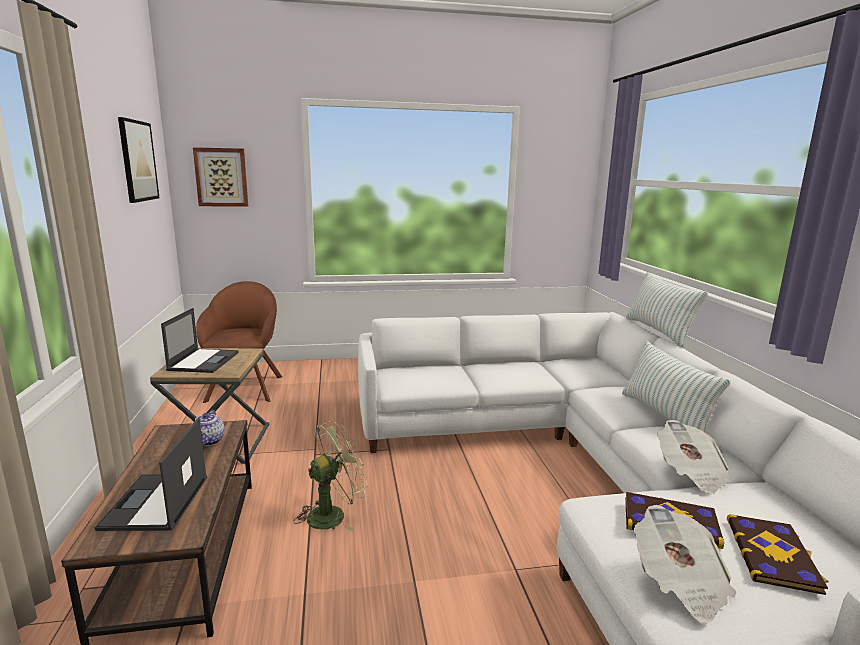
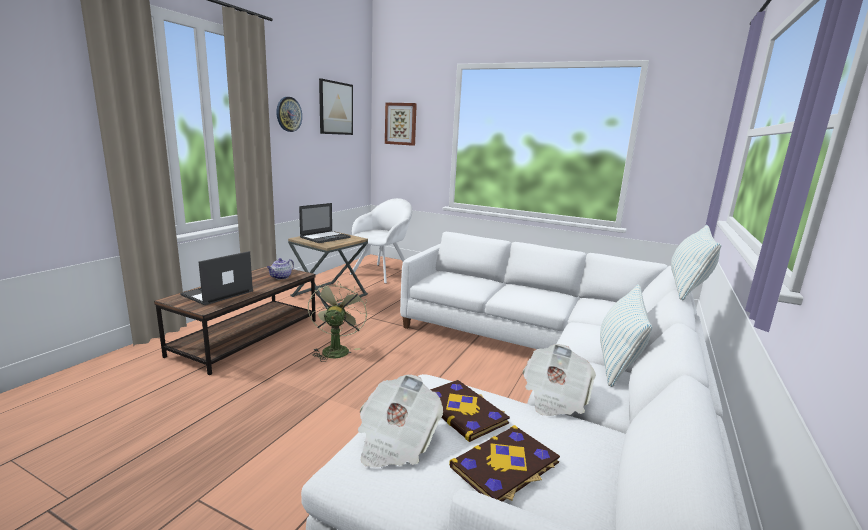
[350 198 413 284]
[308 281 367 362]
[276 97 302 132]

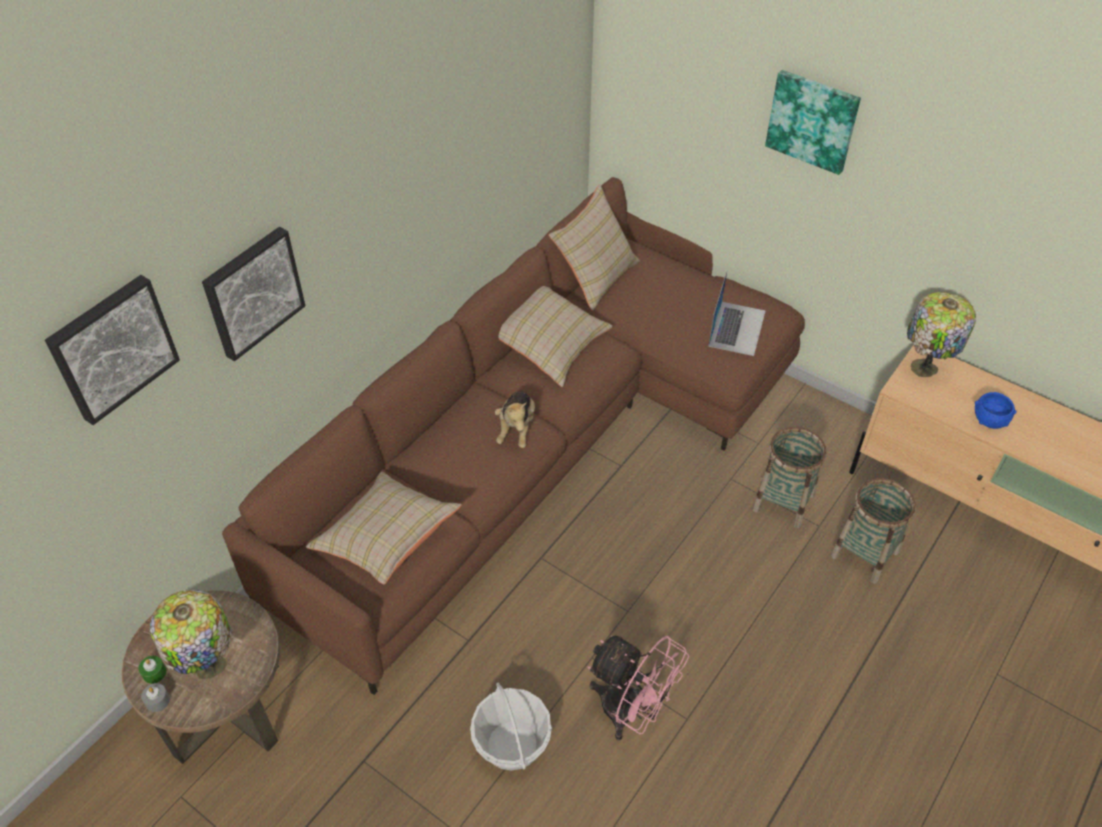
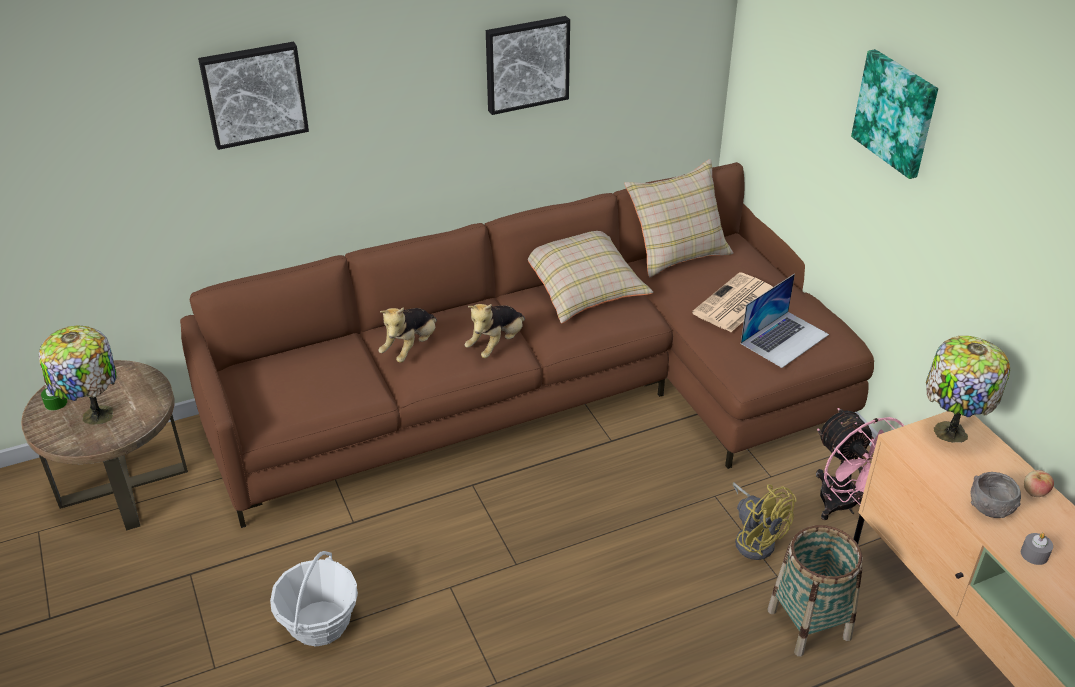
[486 16 570 115]
[1021 533 1053 565]
[306 472 462 584] (first image)
[816 408 904 520]
[732 482 797 560]
[970 472 1021 518]
[378 307 437 363]
[692 272 773 332]
[1024 470 1054 497]

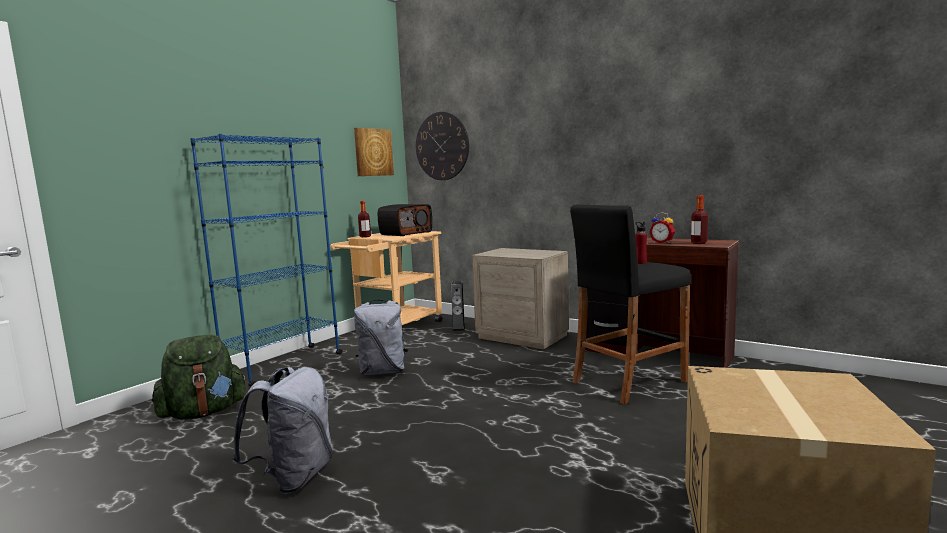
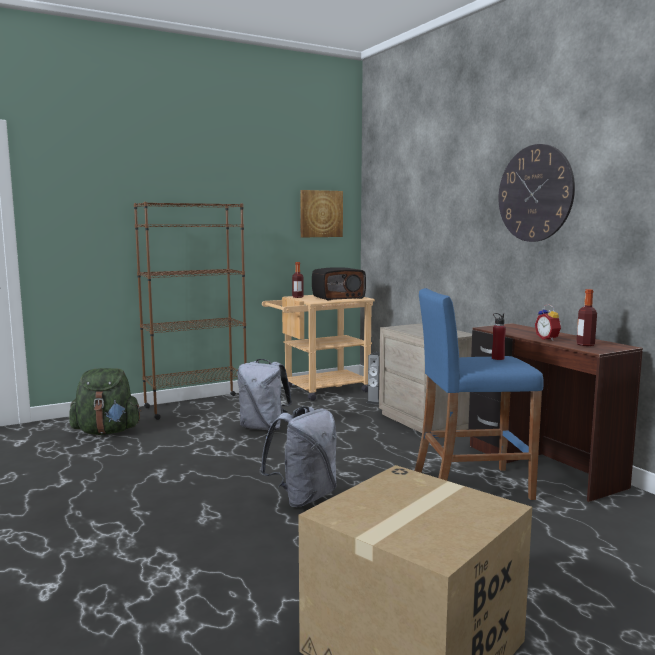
[134 202 247 420]
[260 406 337 507]
[498 144 575 242]
[415 288 544 500]

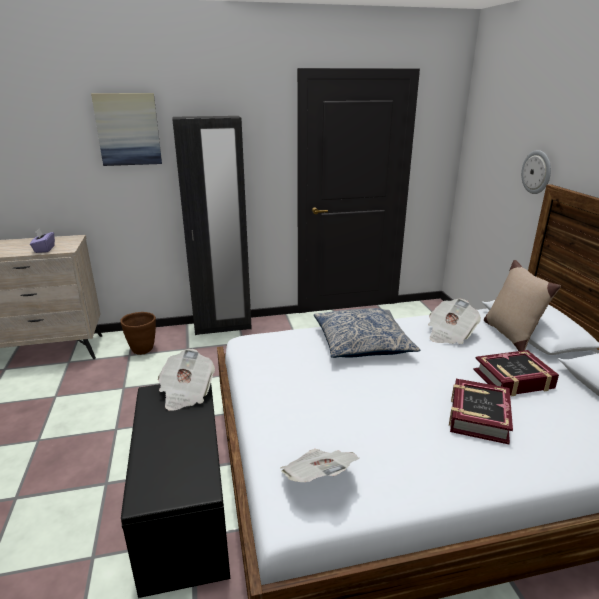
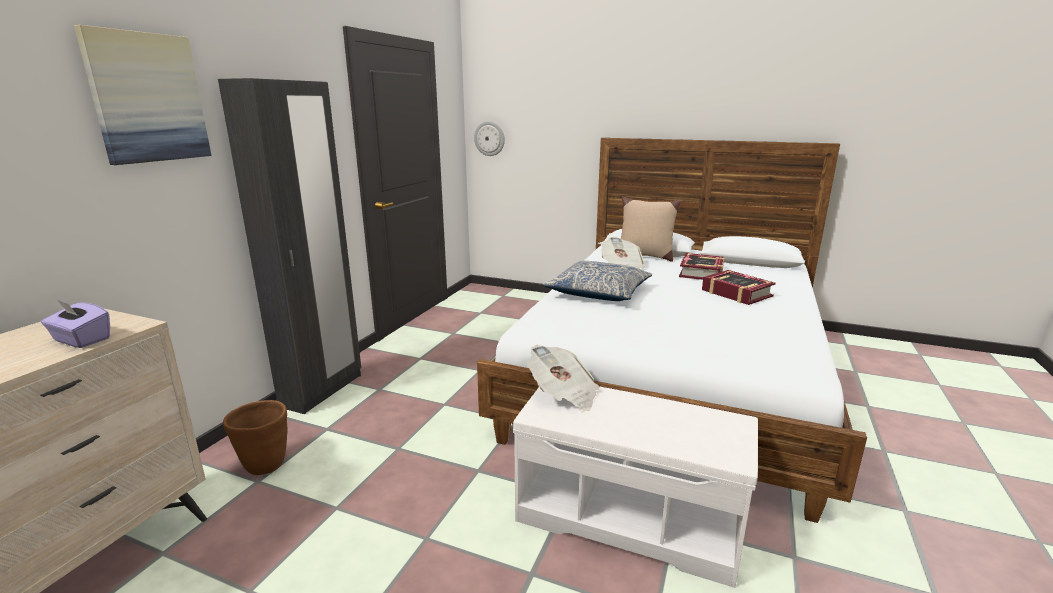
[513 386 758 588]
[280 449 359 482] (first image)
[474 121 505 156]

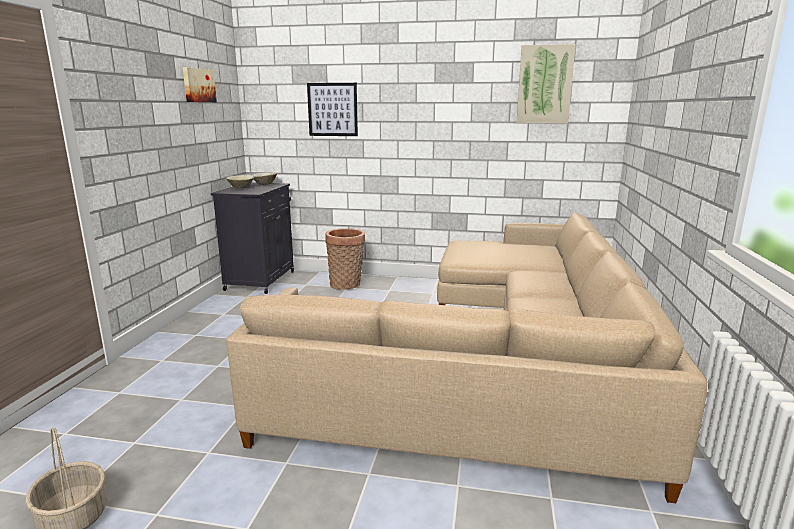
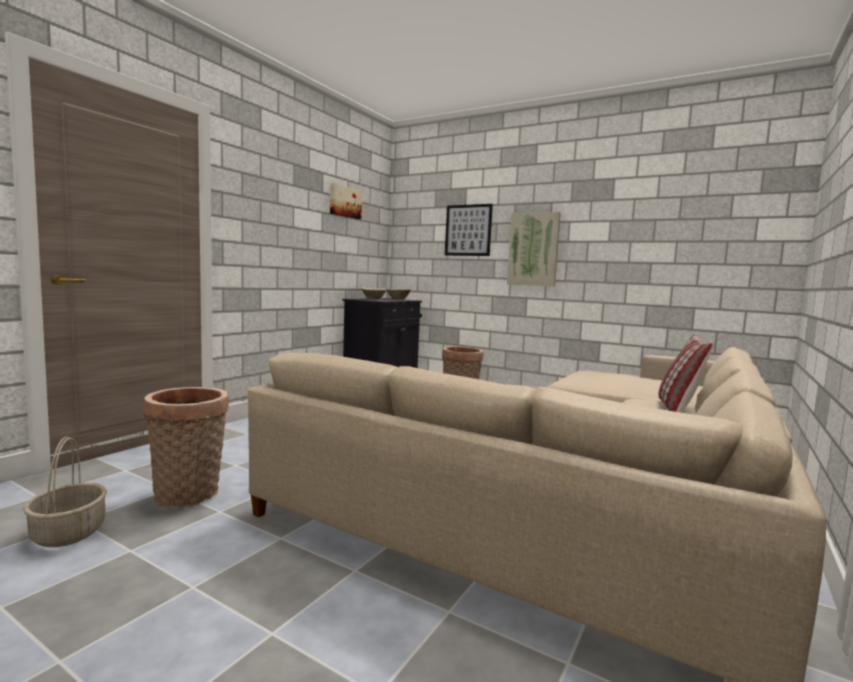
[507 212 561 286]
[144 387 229 508]
[658 335 714 413]

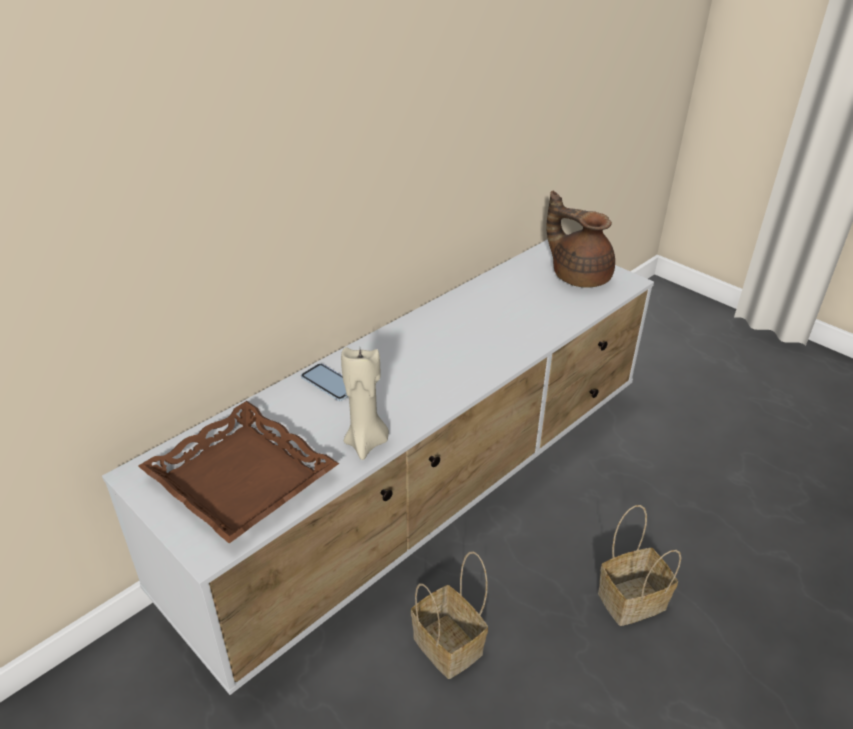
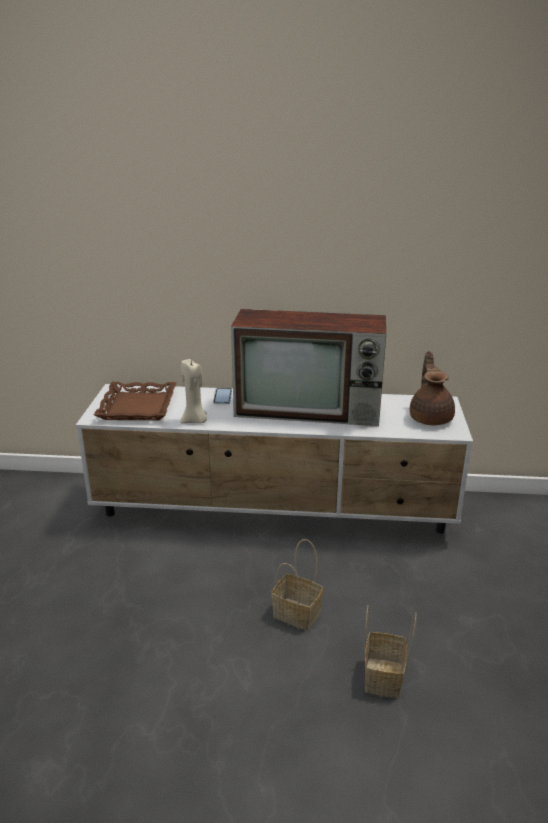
[364 605 416 698]
[231 309 386 426]

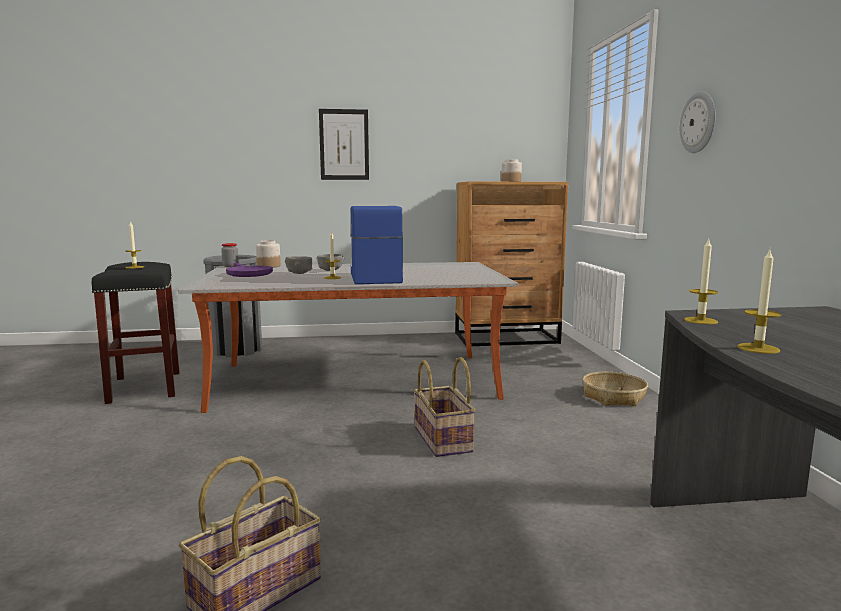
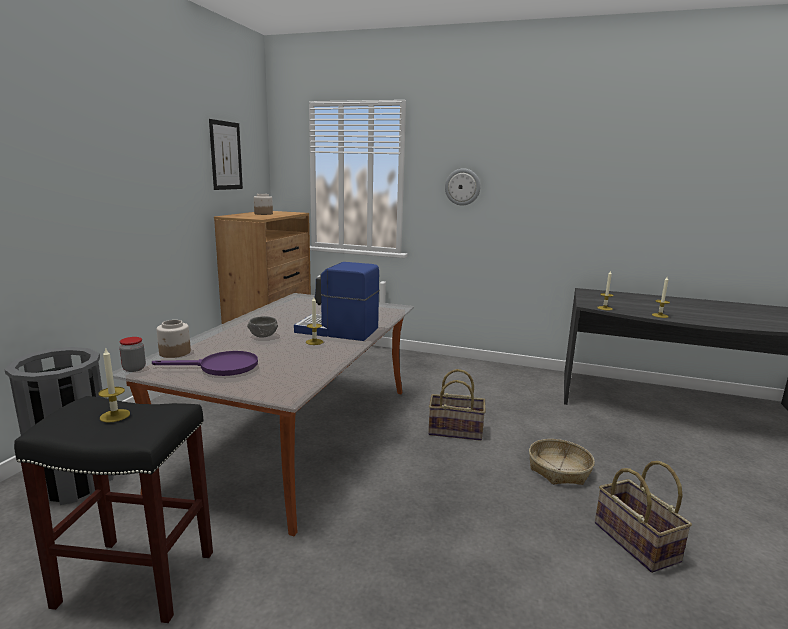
[285 256 313 274] (first image)
[209 119 243 190]
[529 439 595 485]

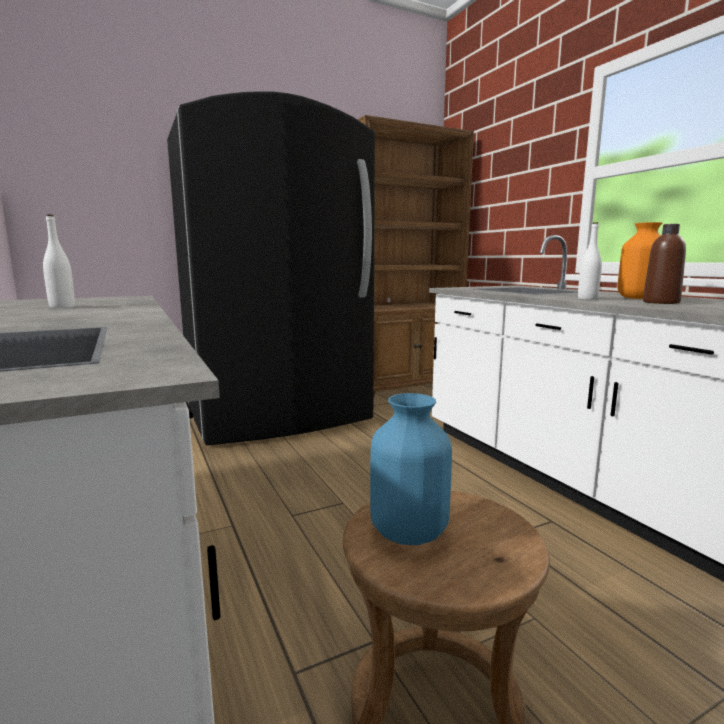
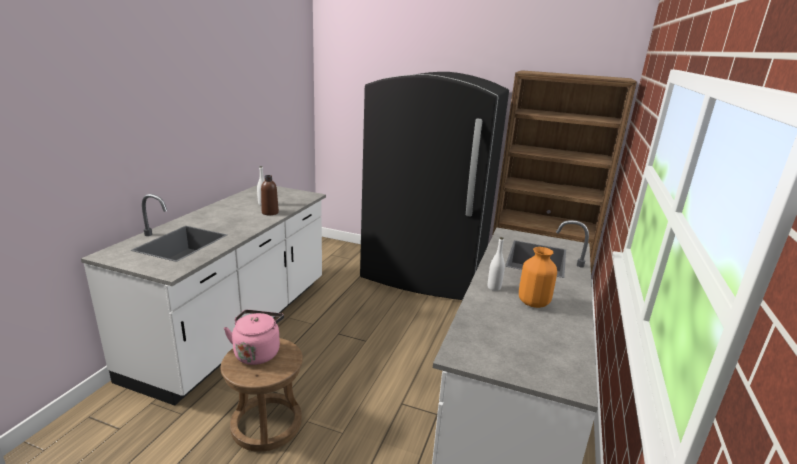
[224 310 284 365]
[261 175 279 215]

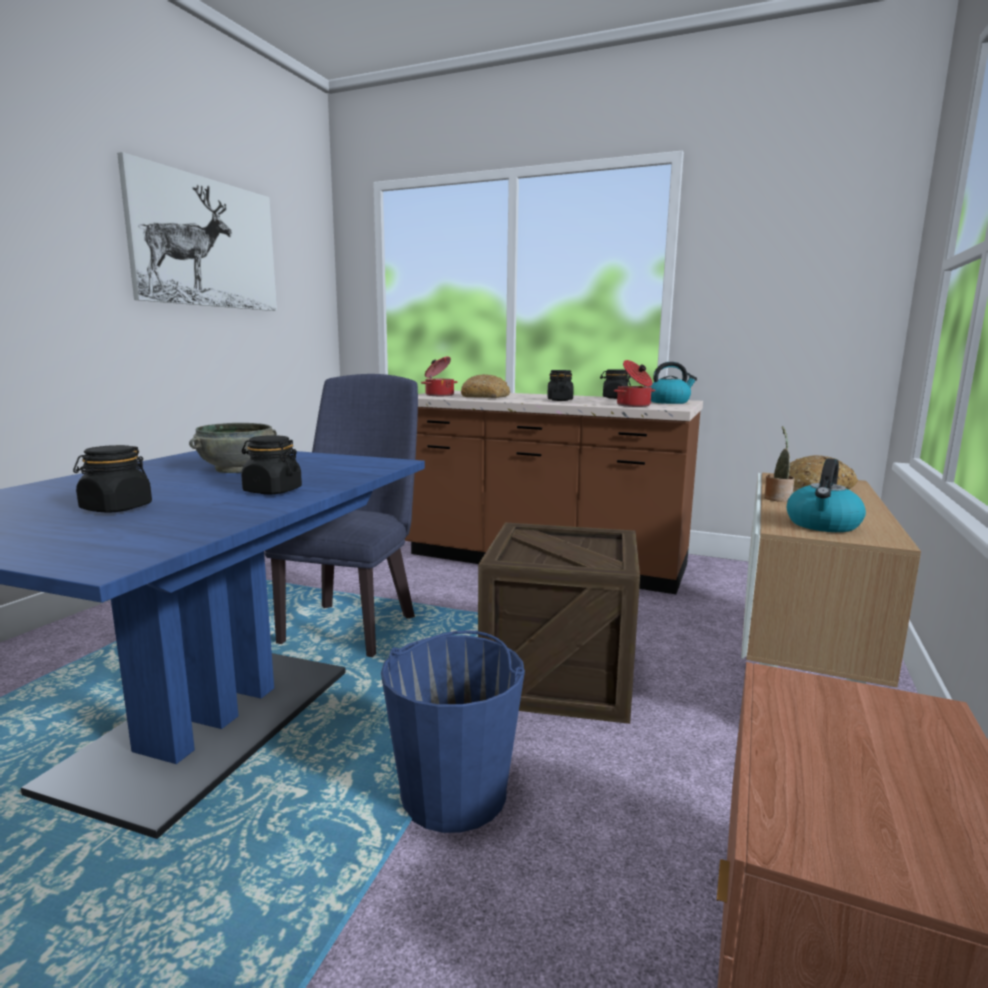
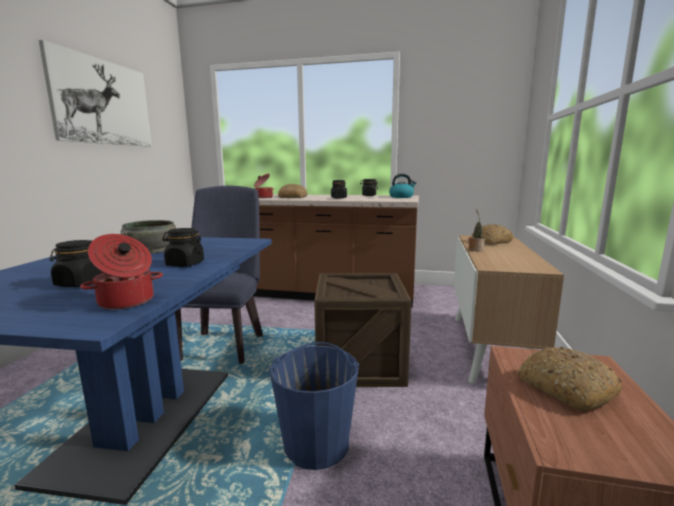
[80 234 163 310]
[787 458 866 532] (first image)
[518 347 622 410]

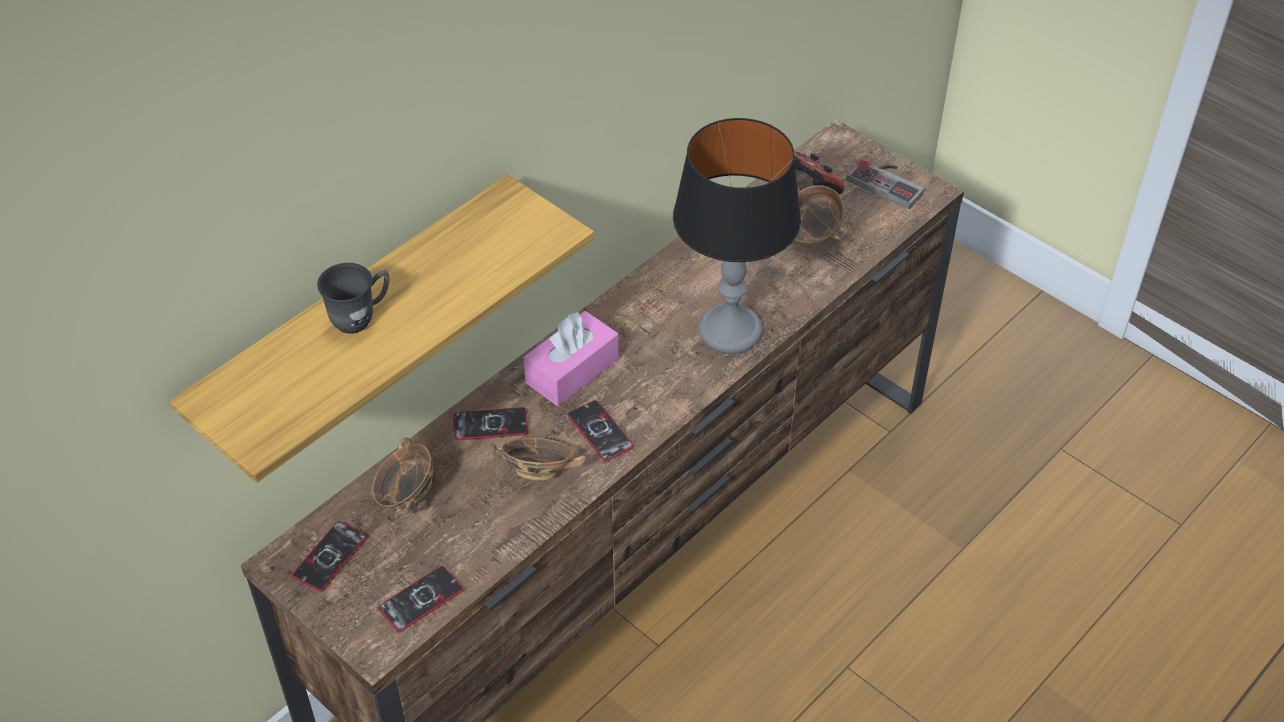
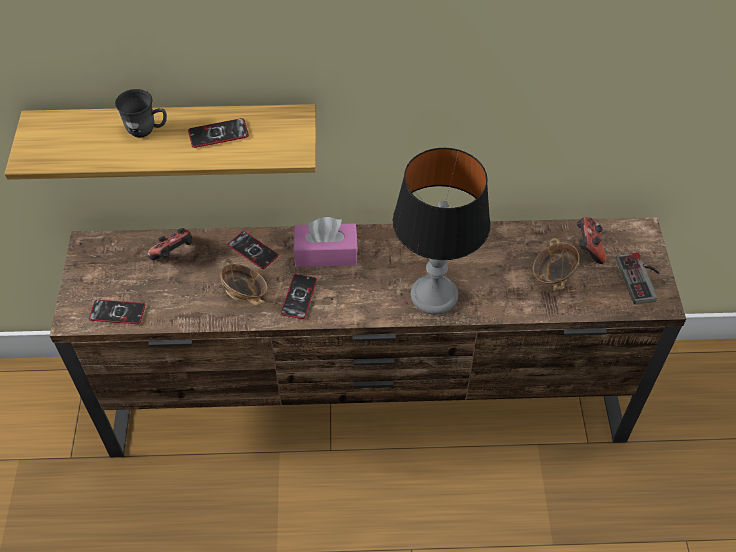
[188 118 249 148]
[147 228 192 260]

